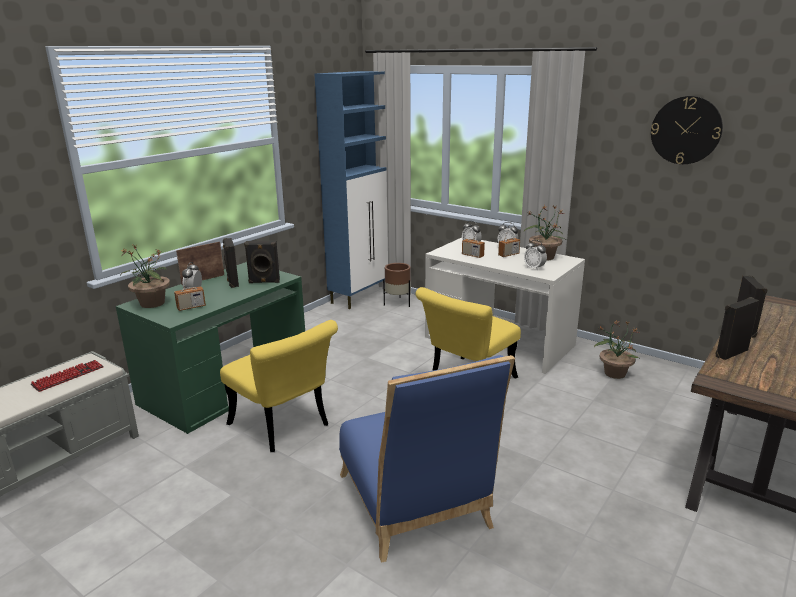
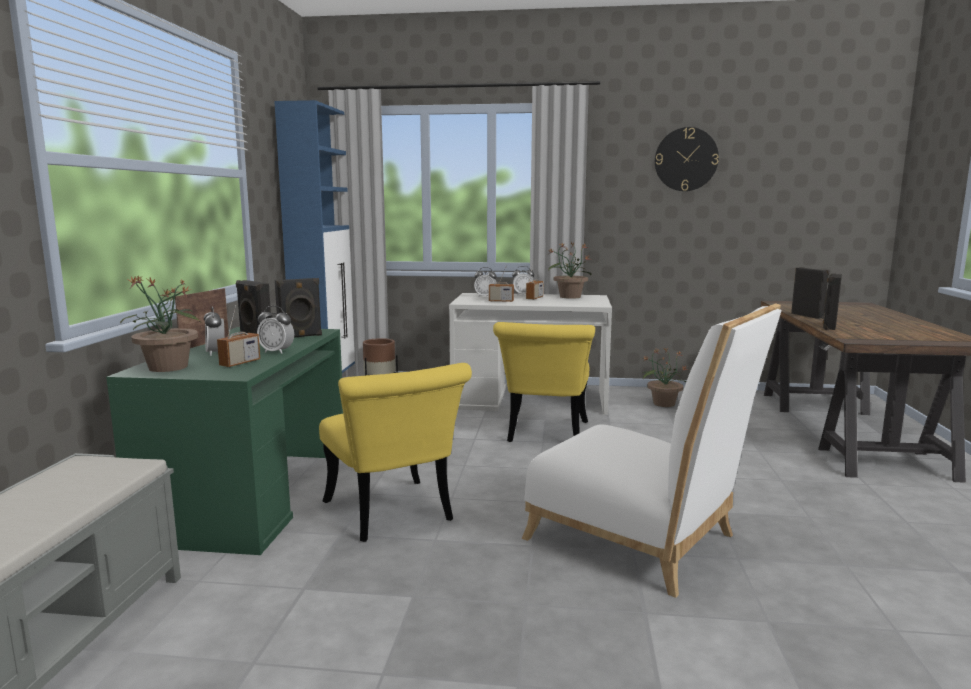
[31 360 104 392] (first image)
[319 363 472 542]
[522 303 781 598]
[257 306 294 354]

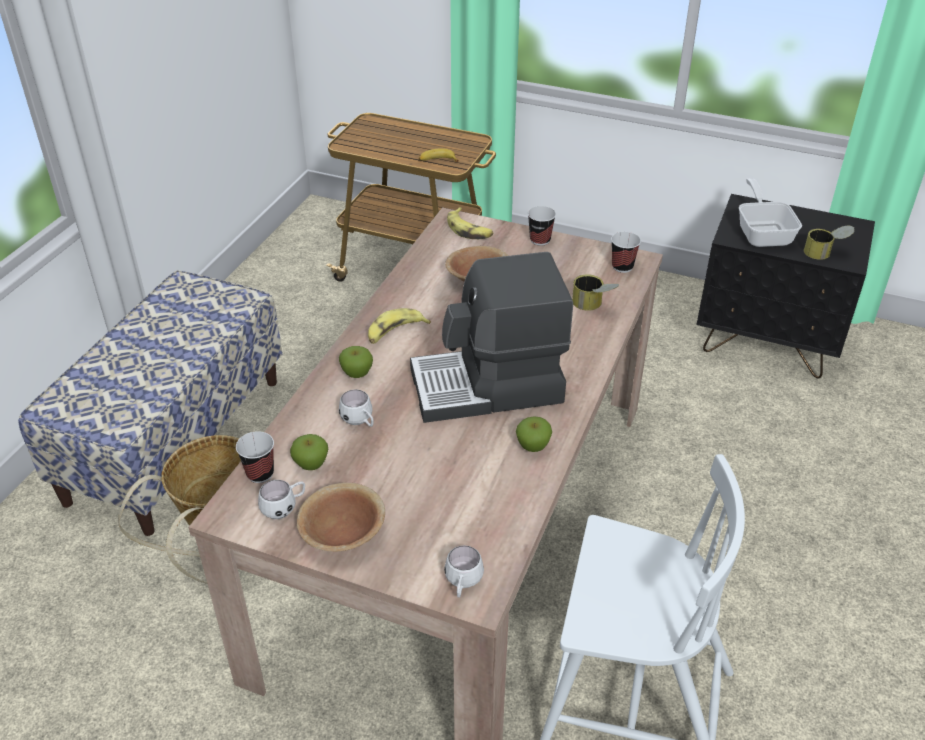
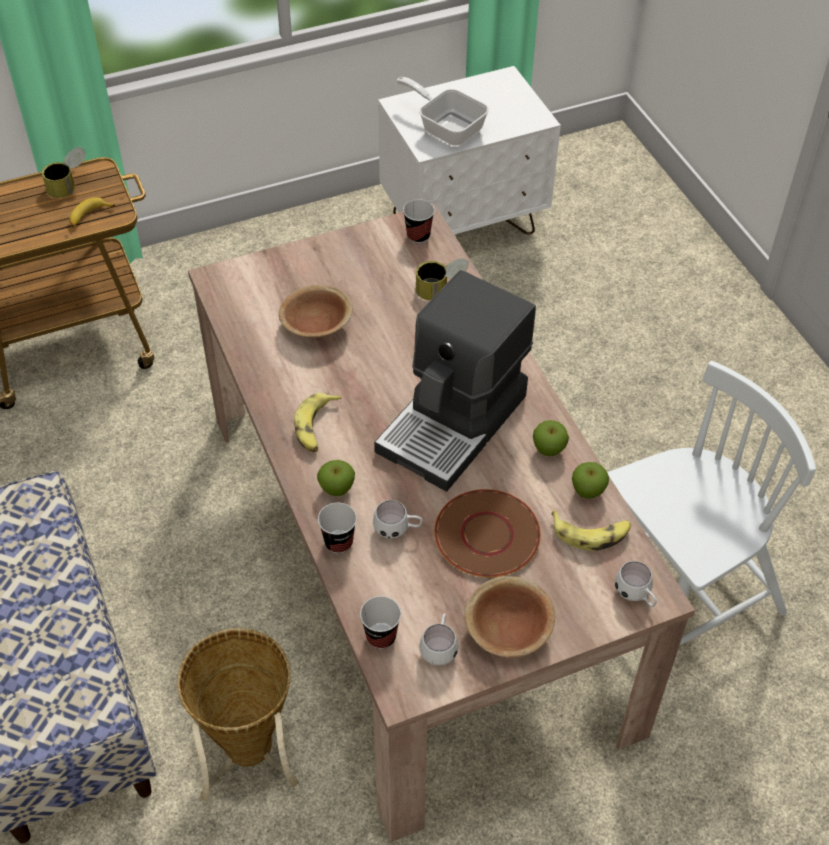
[572 462 609 499]
[551 510 631 551]
[318 503 357 554]
[378 66 561 235]
[42 147 85 198]
[434 489 541 577]

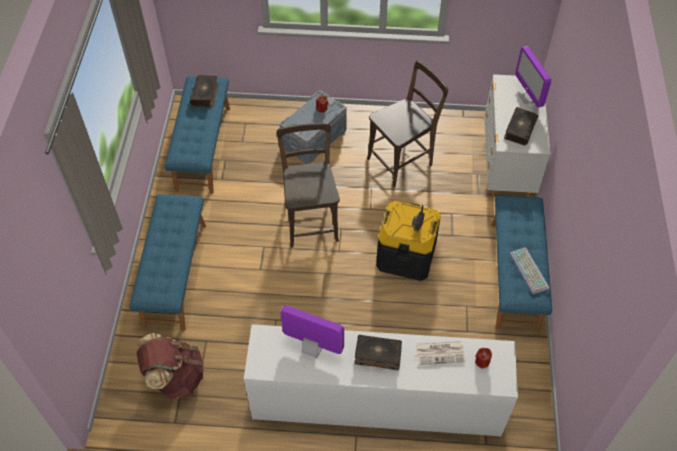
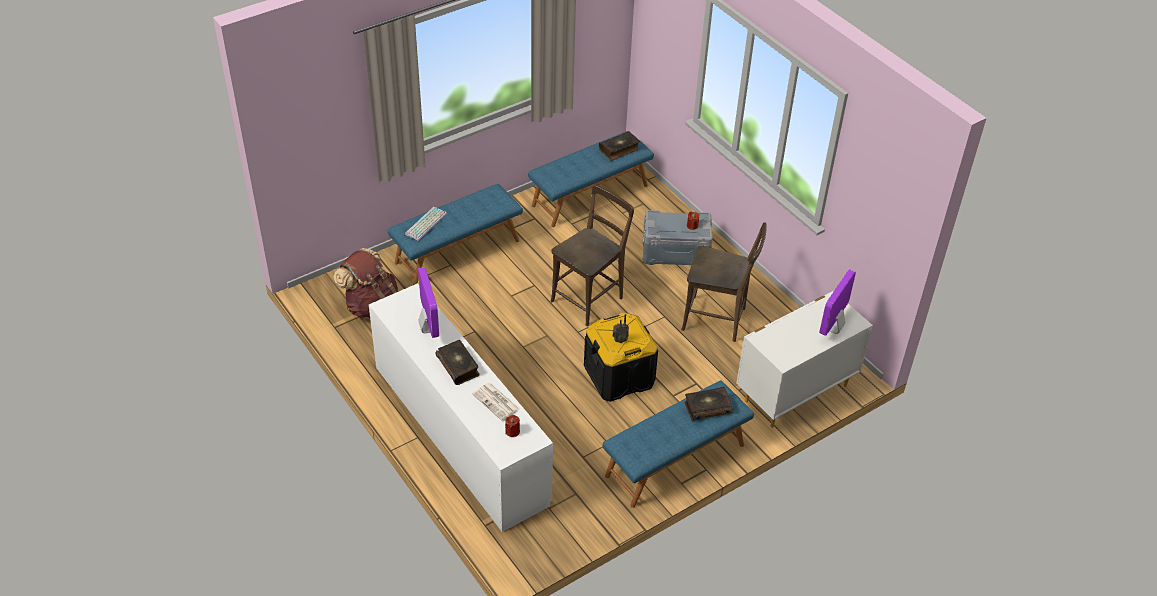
[684 387 733 421]
[405 207 447 241]

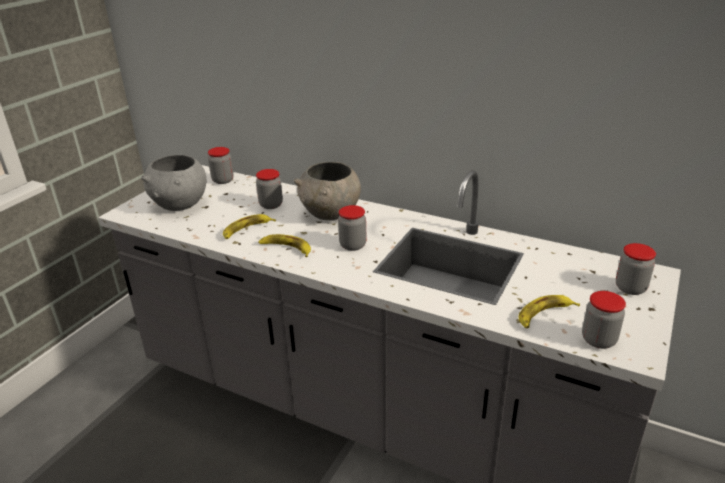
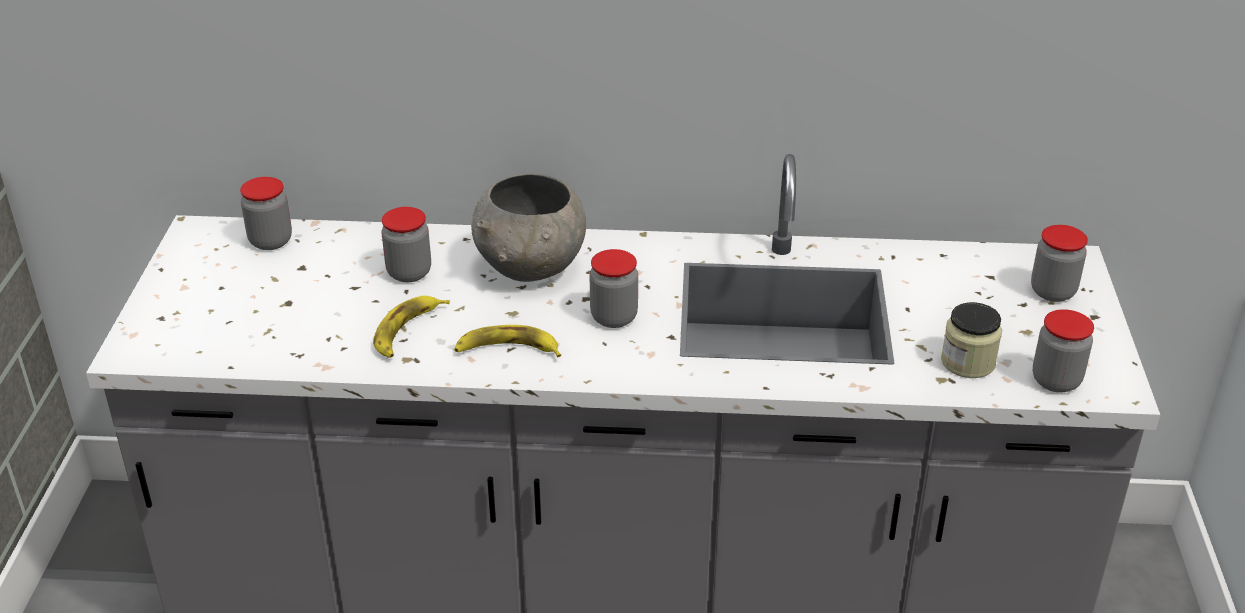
[141 155 206 211] (first image)
[941 302 1002 378]

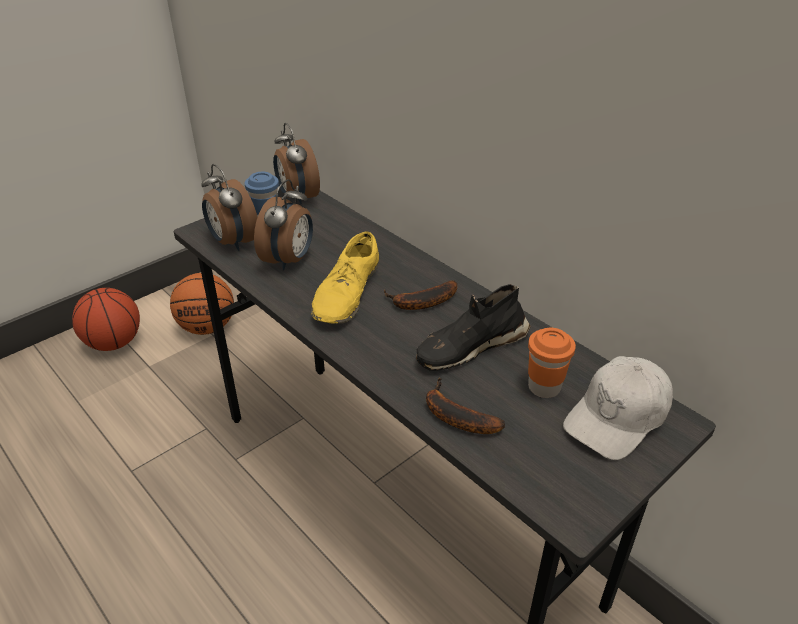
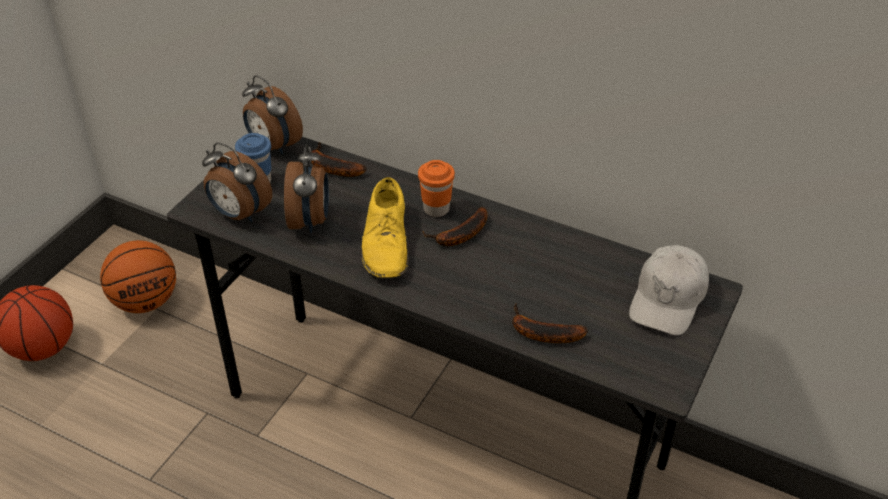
[416 284 531 371] (first image)
[418 160 455 217]
[311 142 367 177]

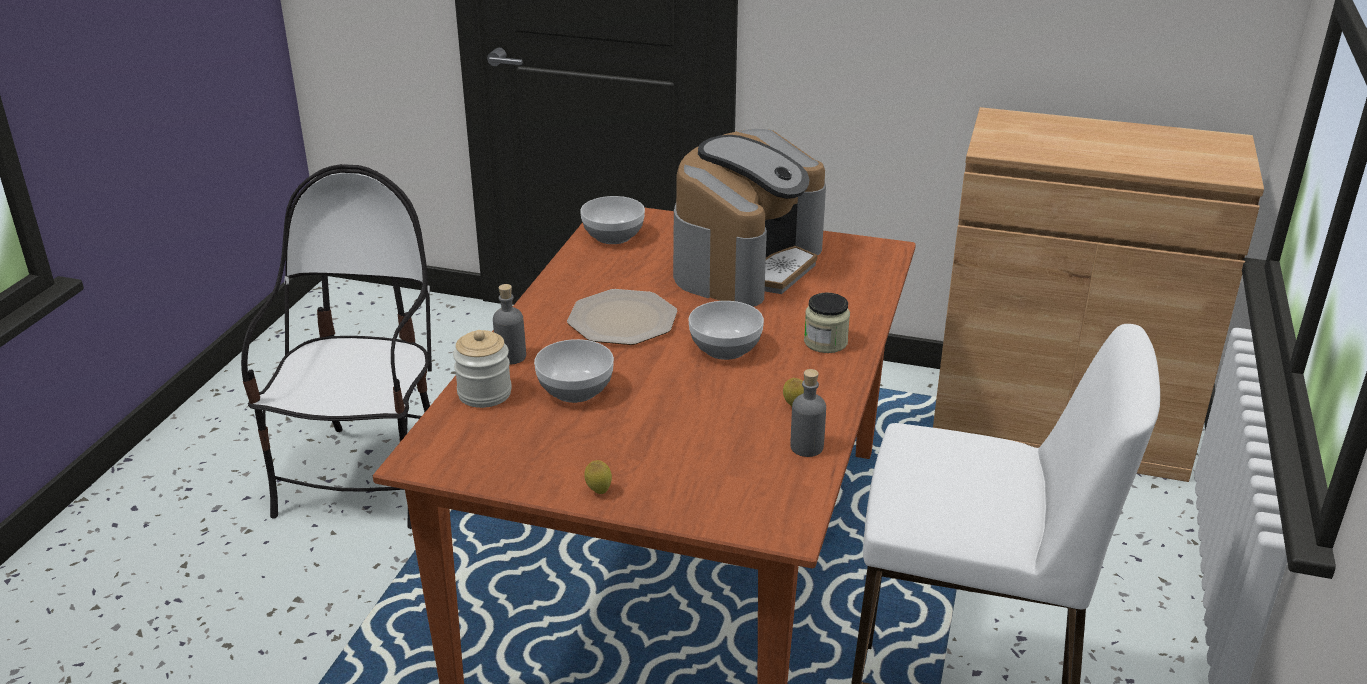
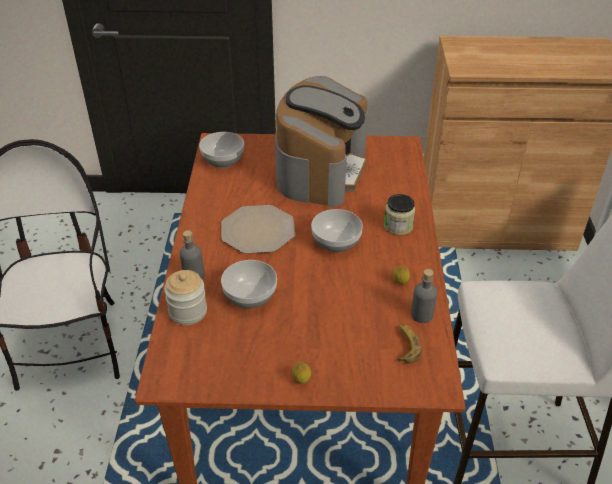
[396 324 422 363]

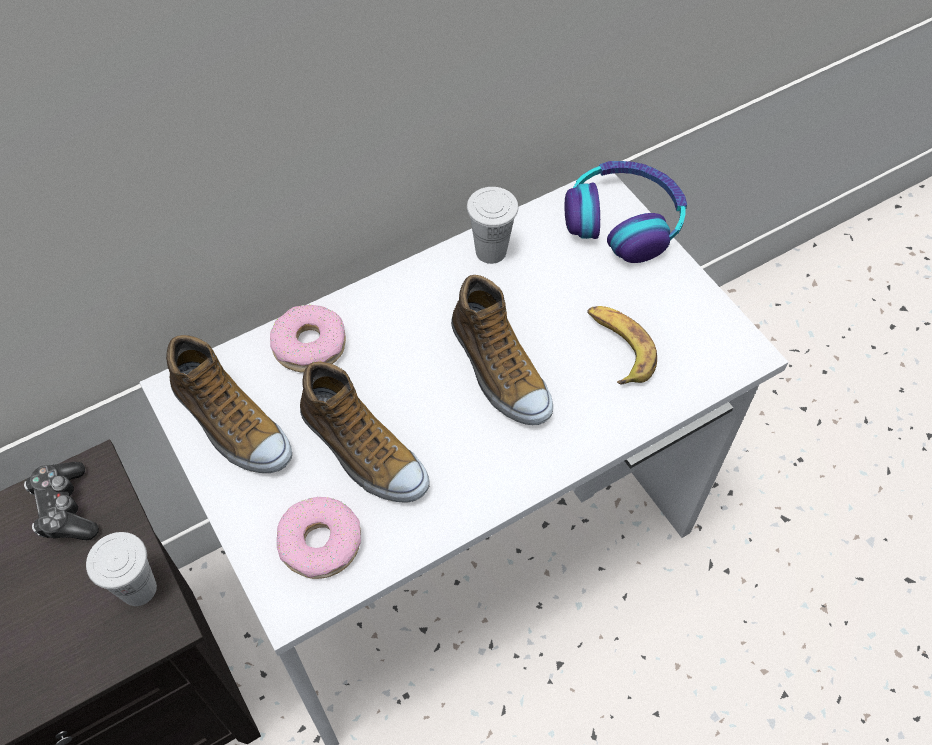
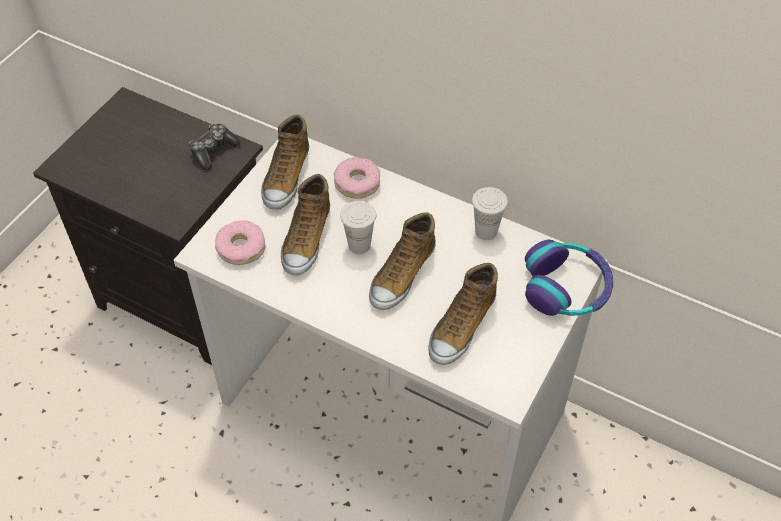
[340 201 376 254]
[428 263 498 365]

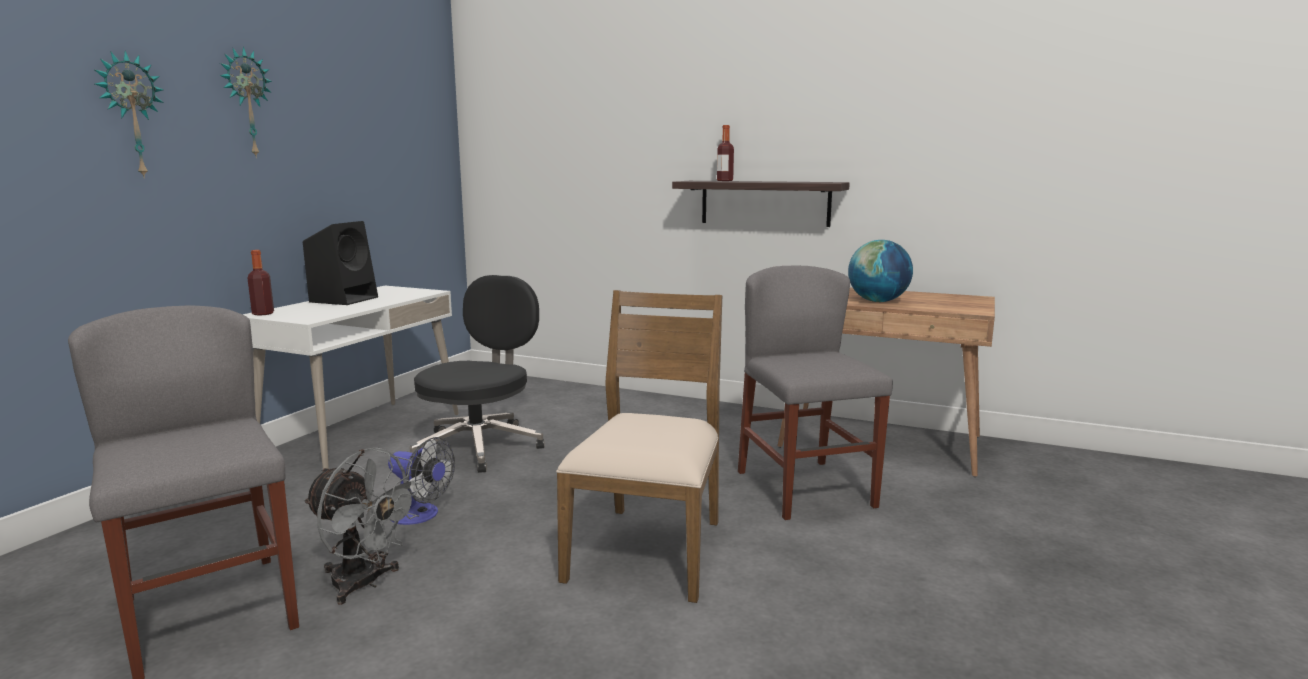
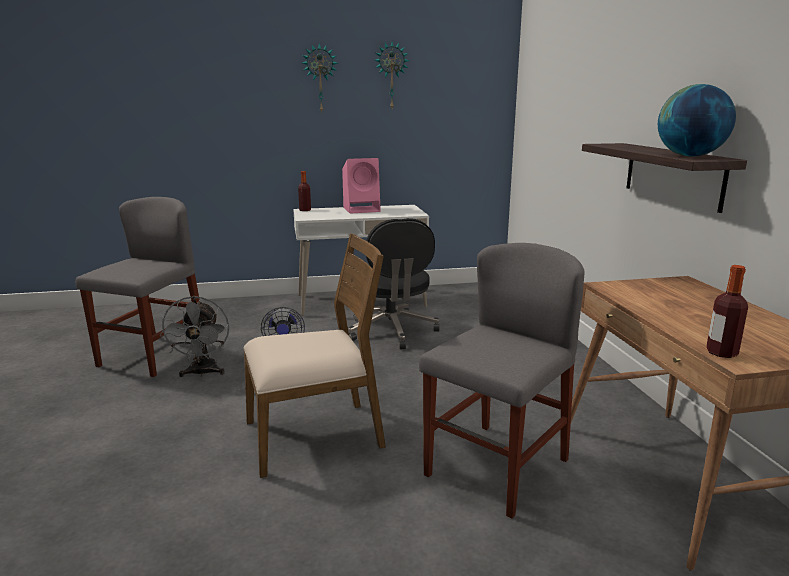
[374 42 410 108]
[342 158 381 214]
[348 218 440 349]
[706 265 748 358]
[658 84 736 156]

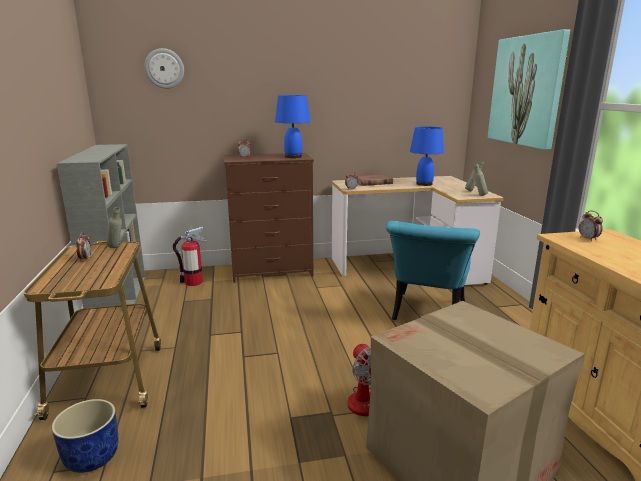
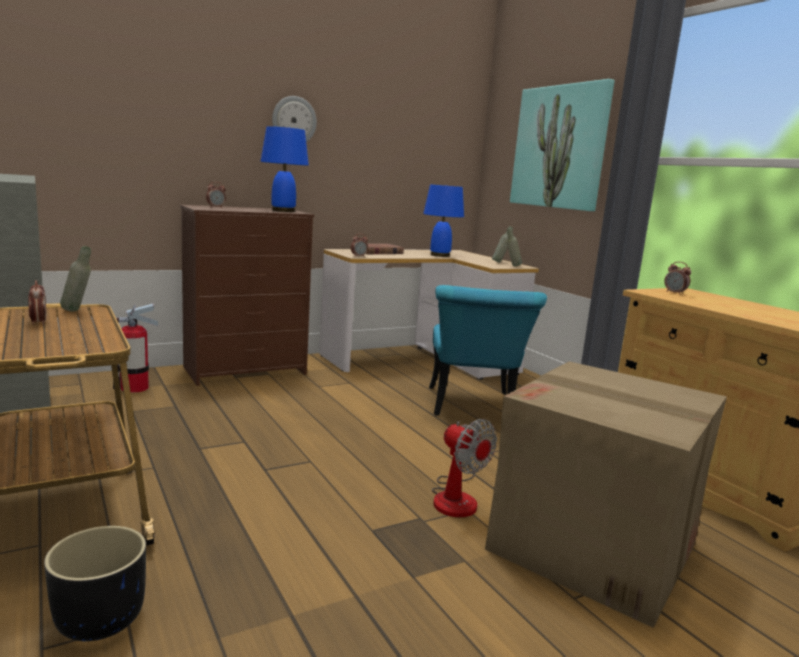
[44 526 146 641]
[272 96 317 142]

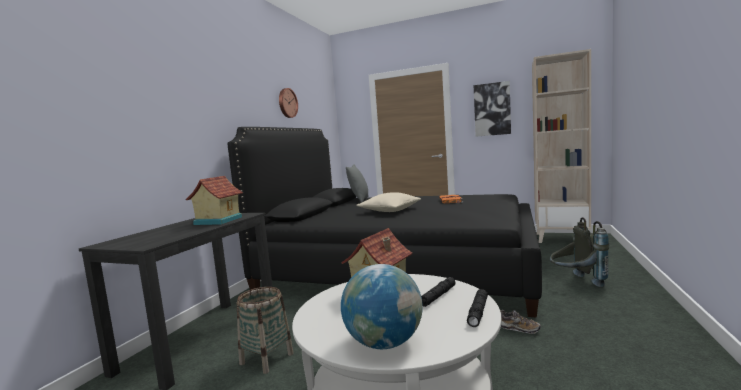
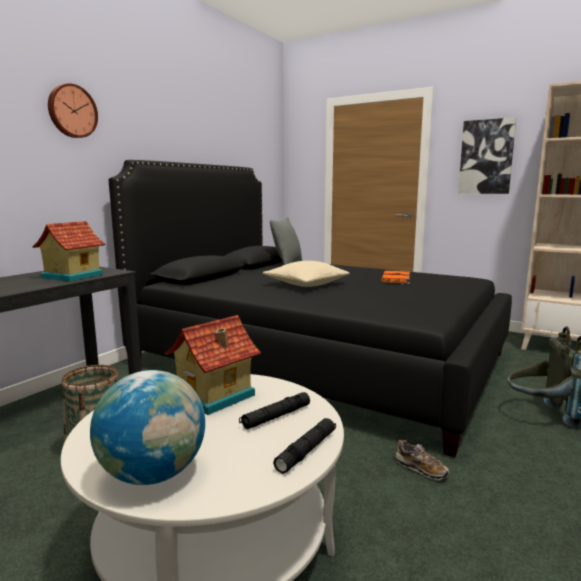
[48 83 98 138]

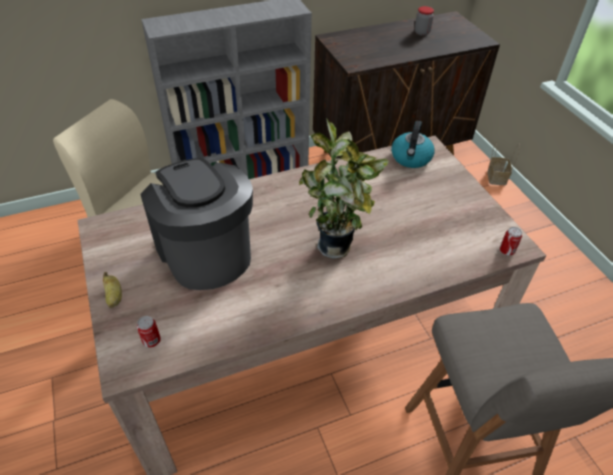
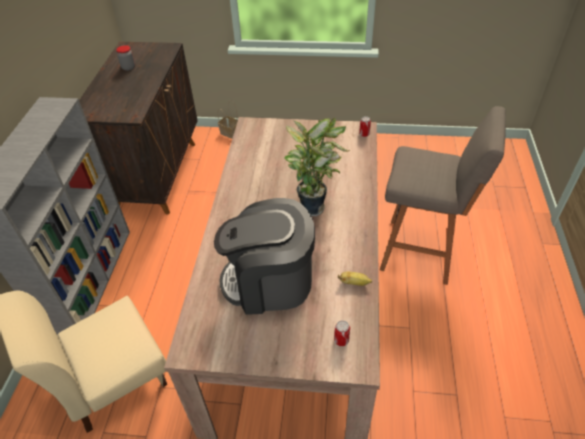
[338 272 372 286]
[391 120 435 168] (first image)

